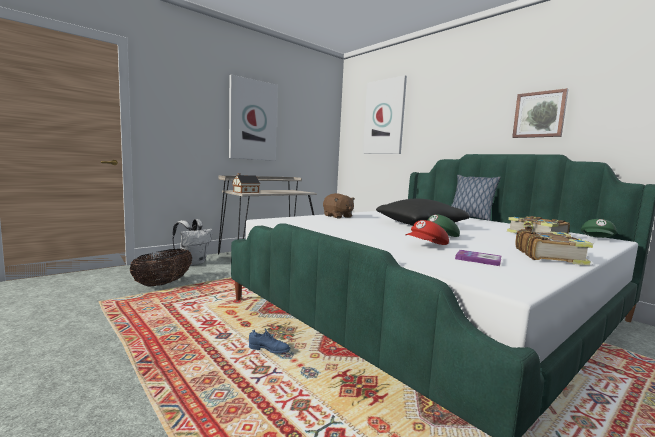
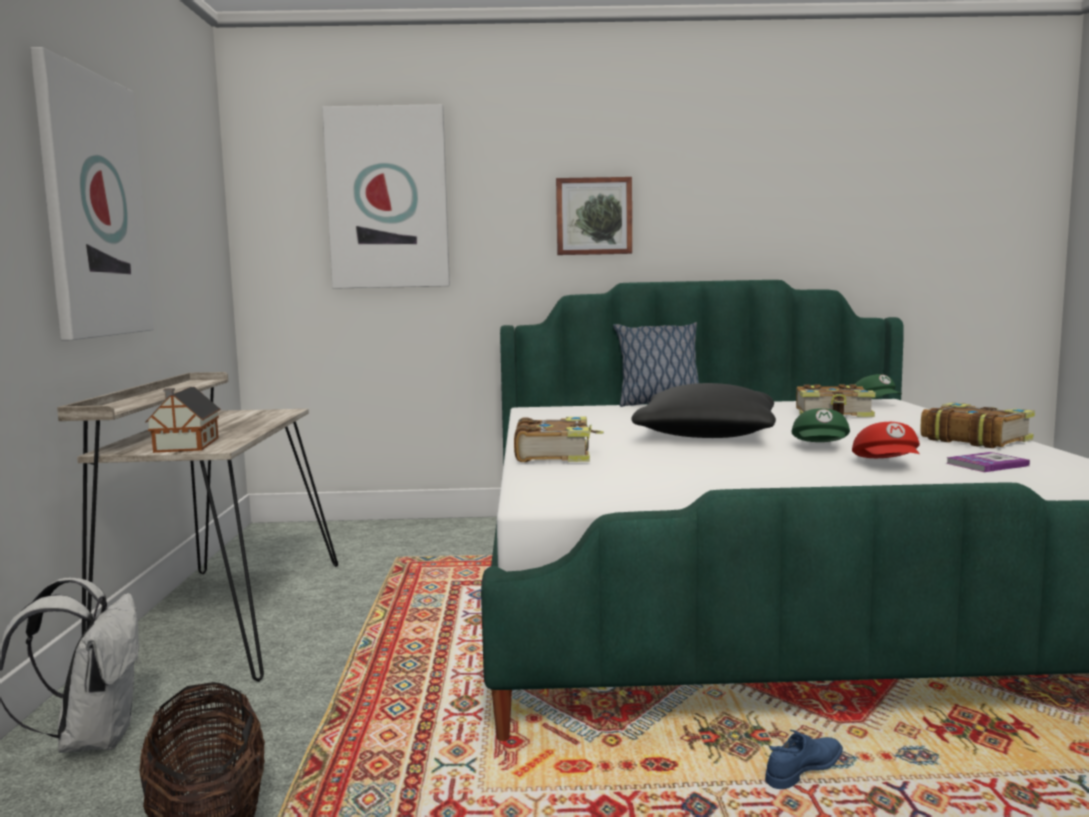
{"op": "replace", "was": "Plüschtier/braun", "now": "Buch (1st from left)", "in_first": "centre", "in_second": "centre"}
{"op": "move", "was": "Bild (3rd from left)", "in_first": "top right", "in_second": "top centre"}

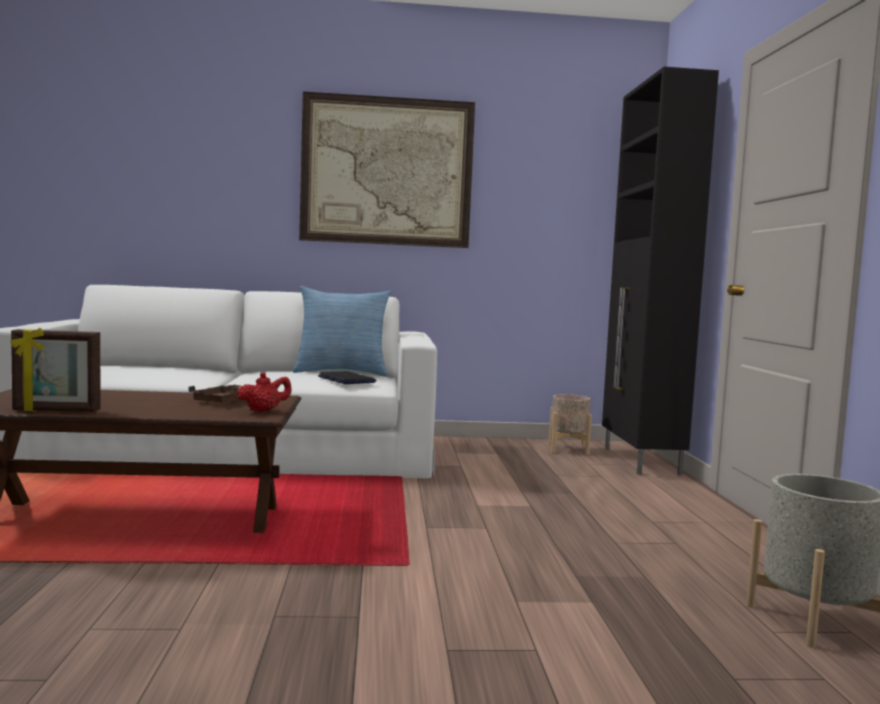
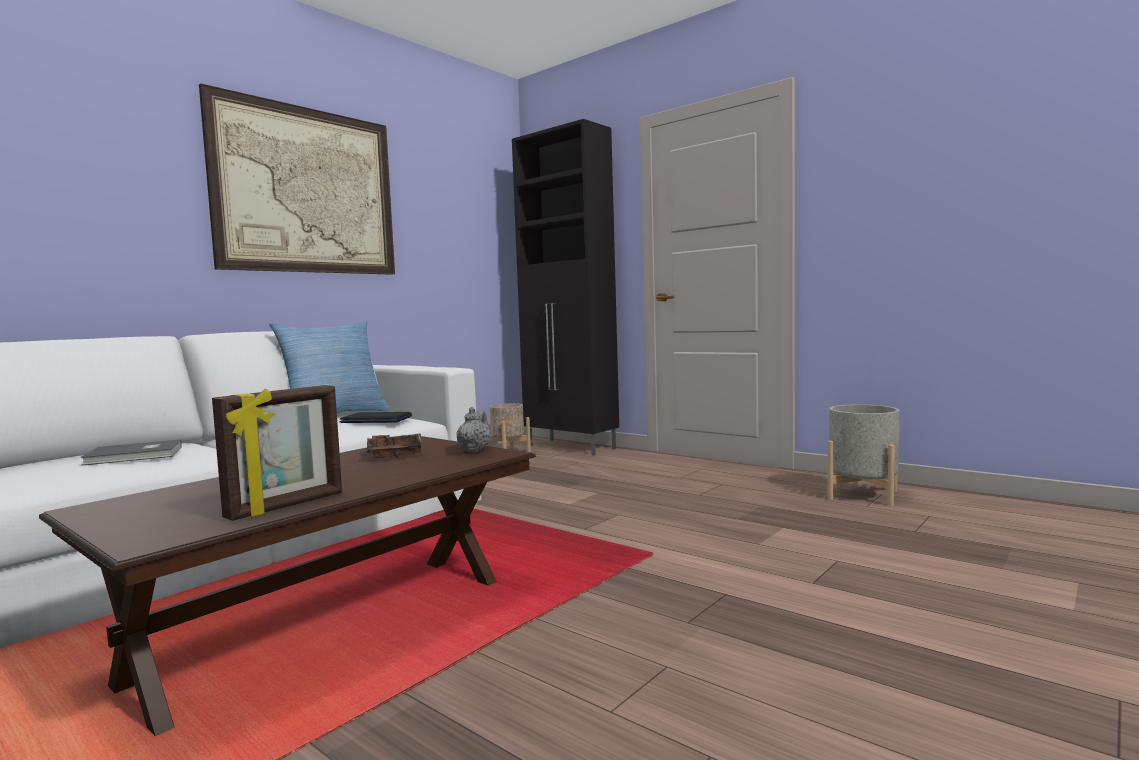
{"op": "recolor", "was": "Teekanne/rot", "now": "Teekanne/grau", "in_first": "middle left", "in_second": "centre"}
{"op": "insert", "now": "Buch/grau", "in_second": "middle left"}

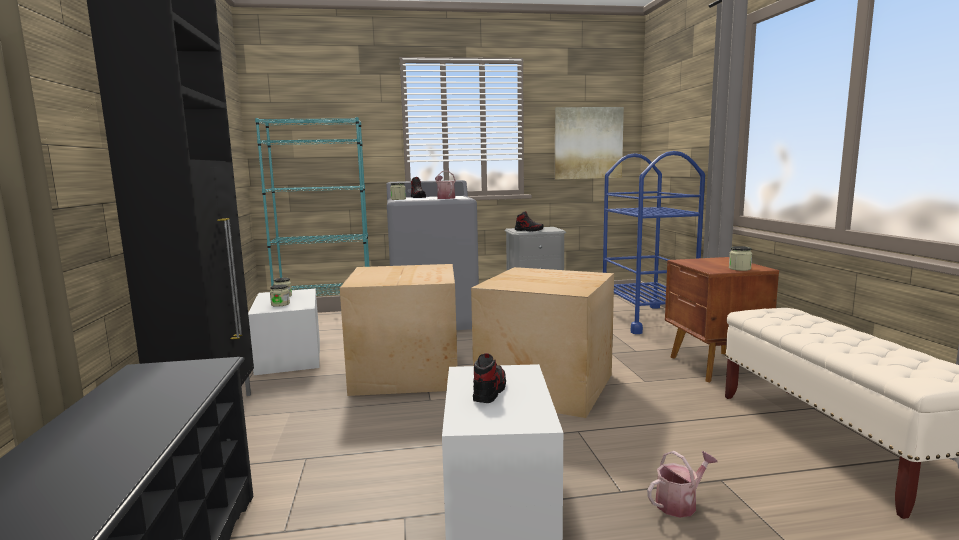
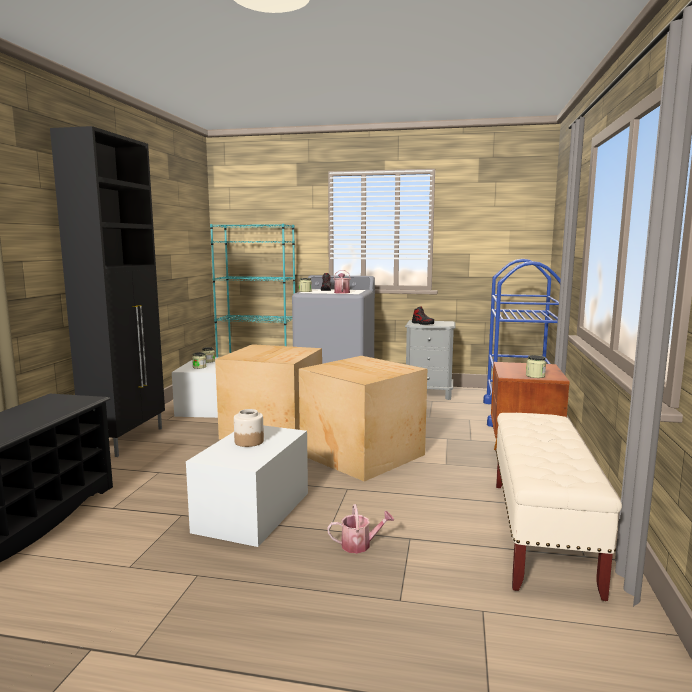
{"op": "replace", "was": "Schuh (2nd from left)", "now": "Vorratsglas (3rd from left)", "in_first": "bottom centre", "in_second": "centre"}
{"op": "delete", "was": "Bild", "in_first": "top centre"}

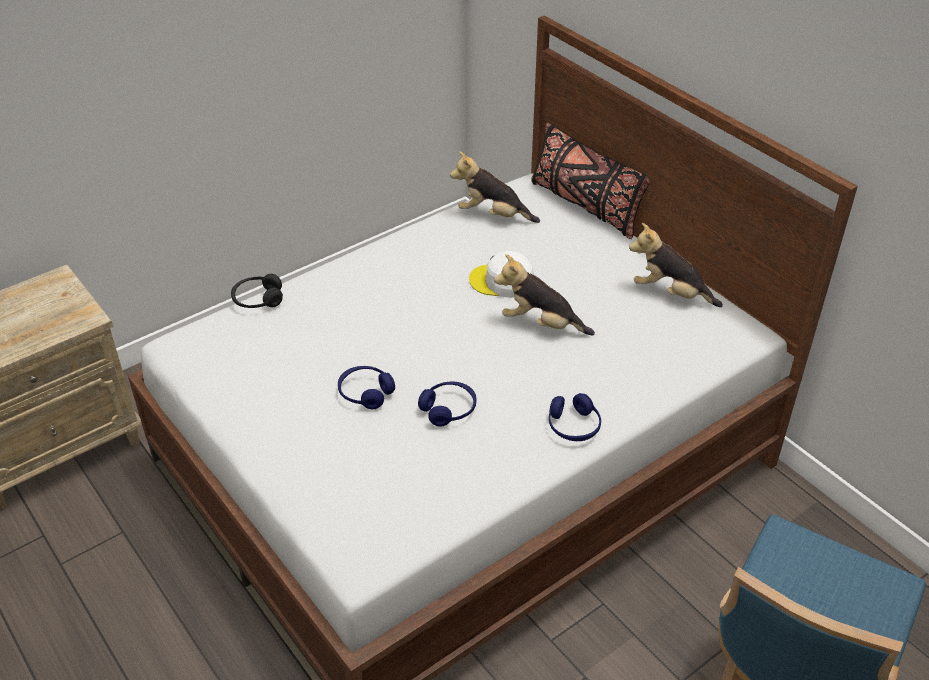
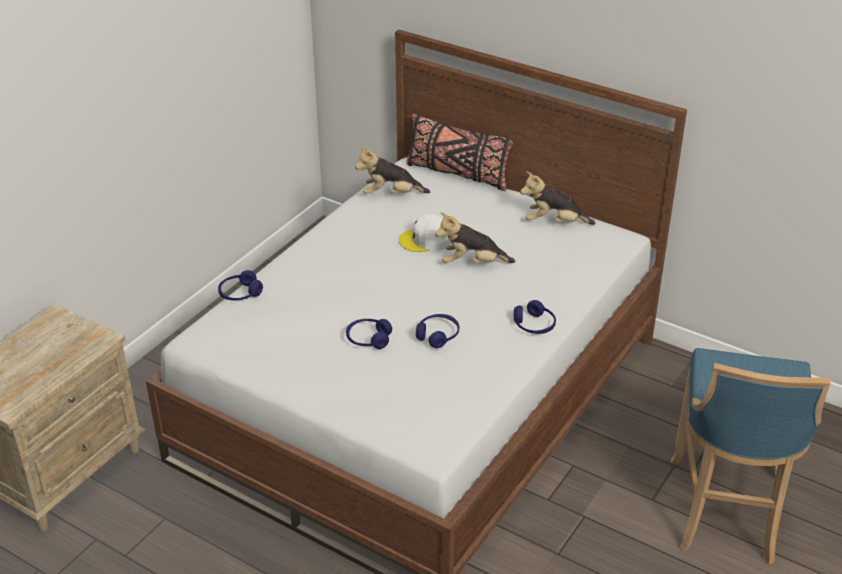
{"op": "recolor", "was": "Kopfhörer/schwarz", "now": "Kopfhörer/blau (1st from left)", "in_first": "middle left", "in_second": "middle left"}

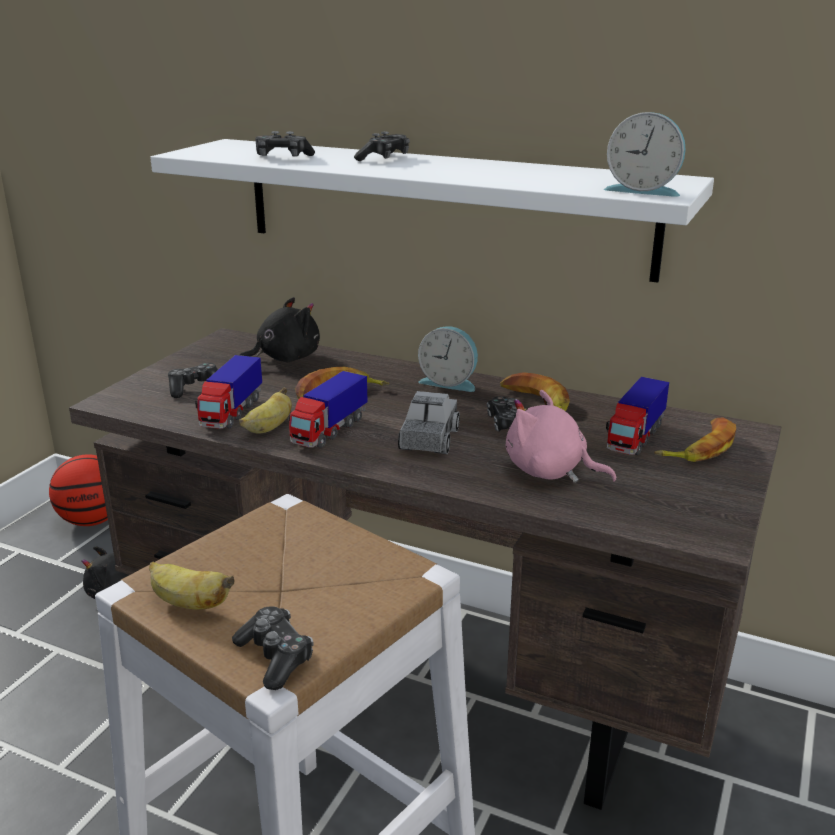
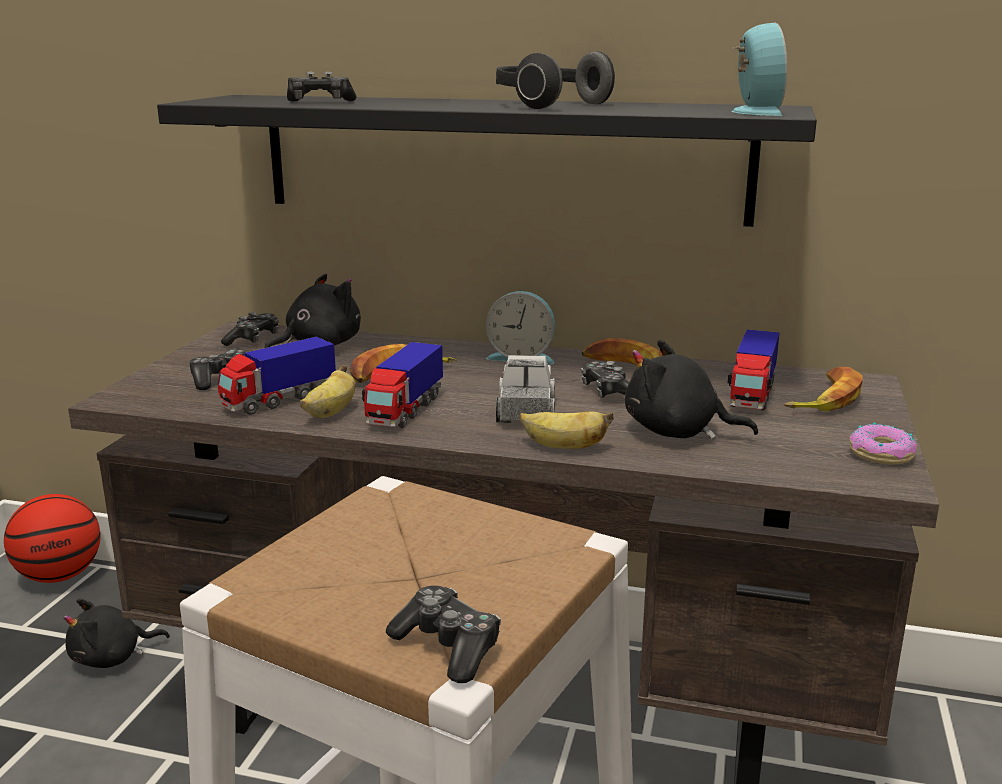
{"op": "move", "was": "Banane (1st from left in the first image)", "now": "Banane (3rd from left)", "in_first": "bottom left", "in_second": "centre"}
{"op": "recolor", "was": "Wandregal/weiß", "now": "Wandregal/schwarz", "in_first": "top centre", "in_second": "top centre"}
{"op": "rotate", "was": "Spielzeuglaster (1st from left)", "in_first": "middle left", "in_second": "middle left", "clockwise": 45}
{"op": "move", "was": "Gamepad (4th from left in the first image)", "now": "Gamepad (2nd from left)", "in_first": "top centre", "in_second": "middle left"}
{"op": "recolor", "was": "Plüschtier/rosa", "now": "Plüschtier/schwarz (3rd from left)", "in_first": "middle right", "in_second": "middle right"}
{"op": "rotate", "was": "Wecker (2nd from left)", "in_first": "top right", "in_second": "top right", "clockwise": -105}
{"op": "insert", "now": "Kopfhörer", "in_second": "top centre"}
{"op": "insert", "now": "Donut", "in_second": "middle right"}

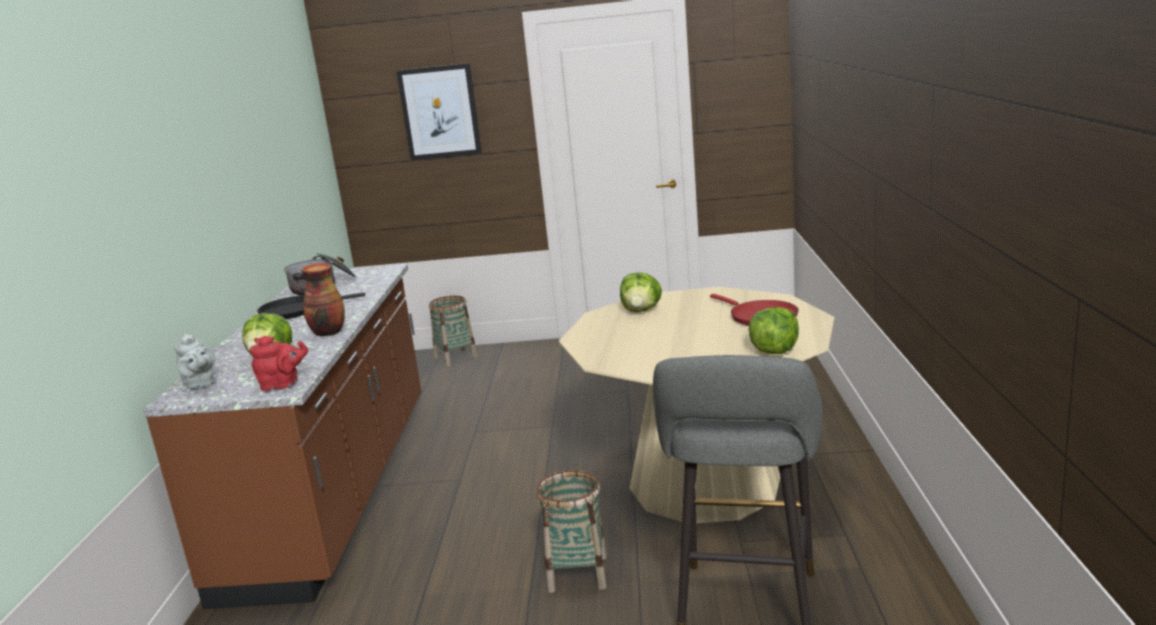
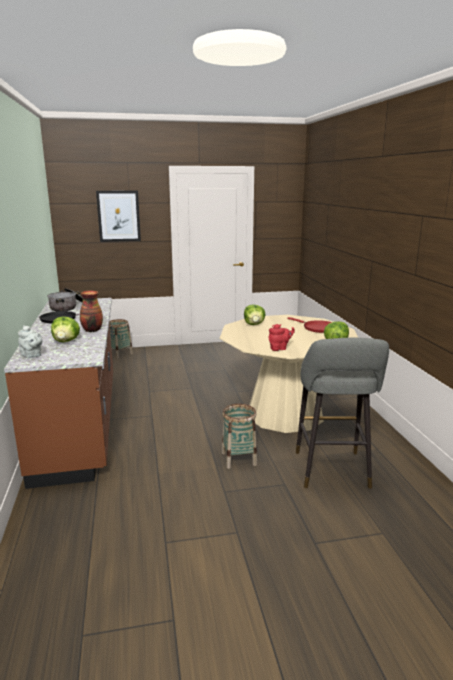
{"op": "move", "was": "Teekanne/rot", "in_first": "middle left", "in_second": "centre"}

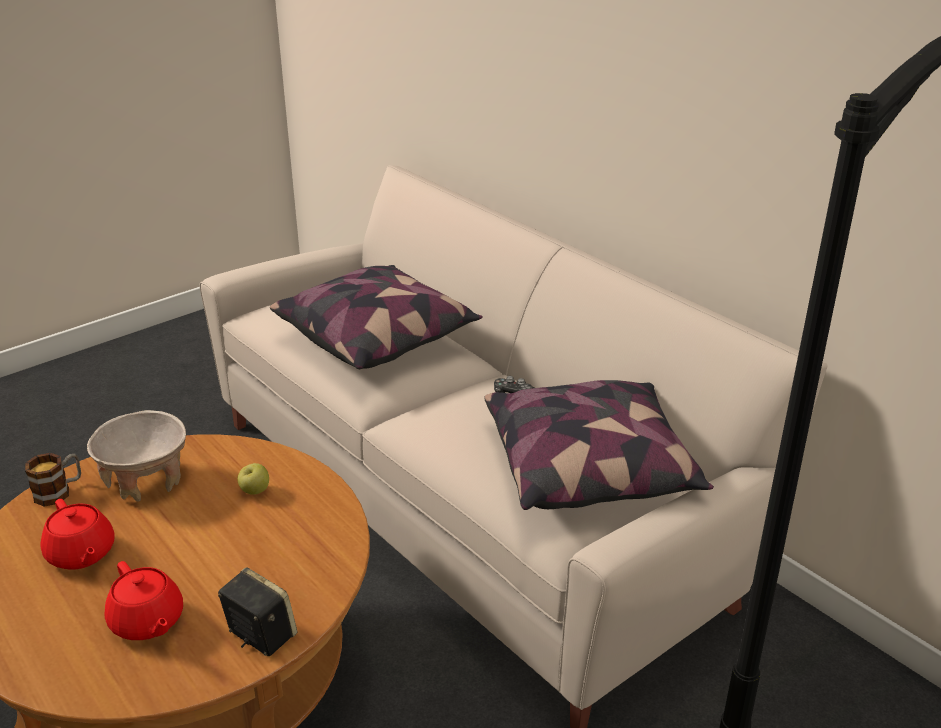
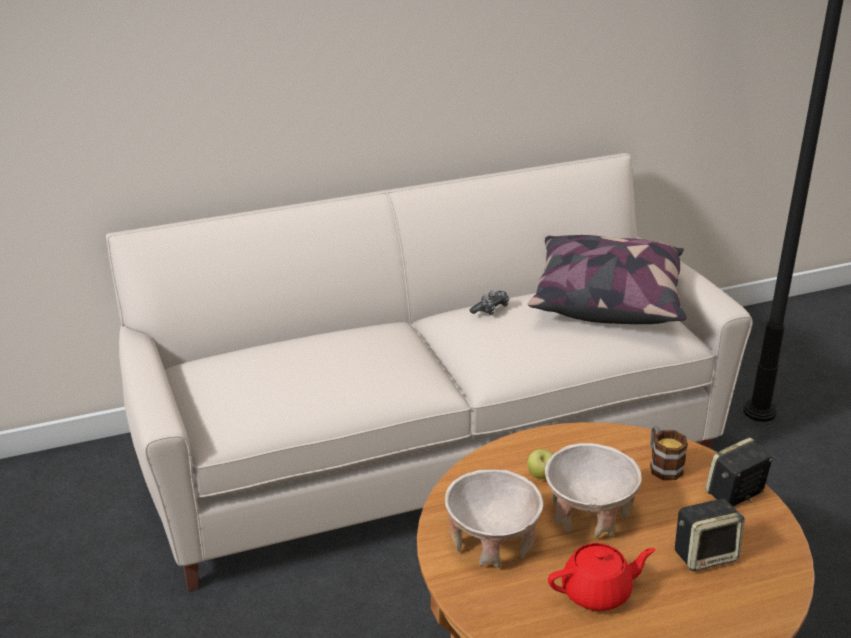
{"op": "move", "was": "Henkelbecher", "in_first": "middle left", "in_second": "bottom right"}
{"op": "replace", "was": "Teekanne/rot (2nd from left)", "now": "Lautsprecher (1st from left)", "in_first": "bottom left", "in_second": "bottom right"}
{"op": "delete", "was": "Kissen (1st from left)", "in_first": "centre"}
{"op": "insert", "now": "Schüssel/beige (2nd from left)", "in_second": "bottom right"}

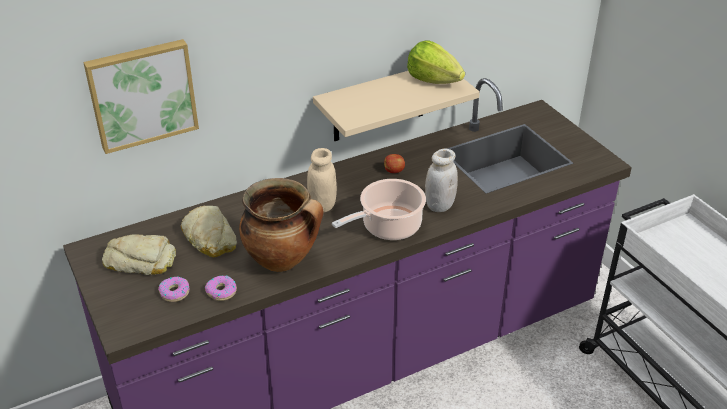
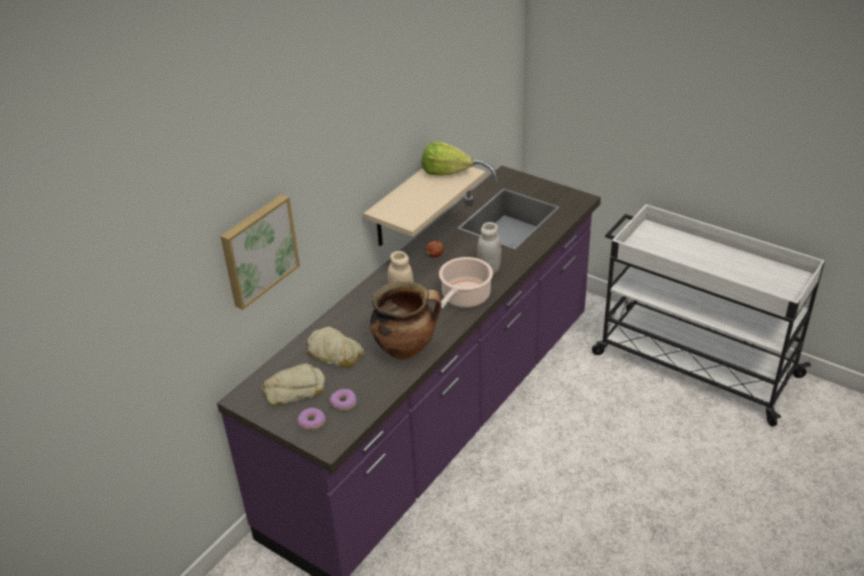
{"op": "move", "was": "Donut (2nd from left in the first image)", "now": "Donut (1st from left)", "in_first": "bottom left", "in_second": "bottom centre"}

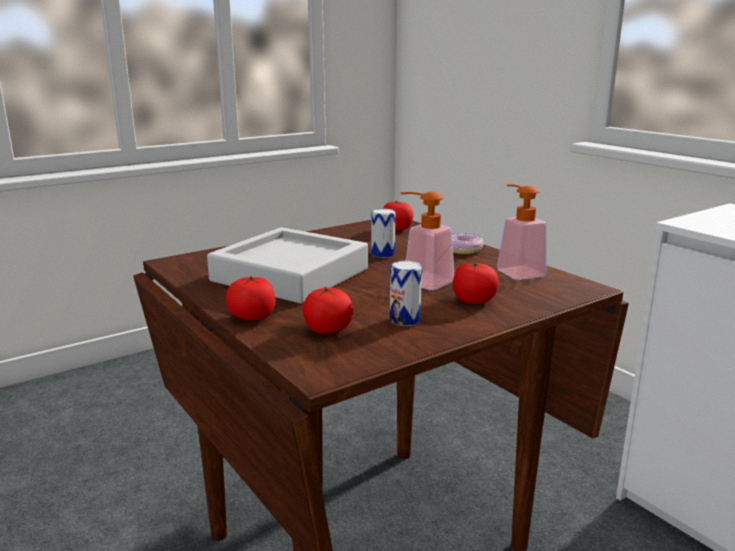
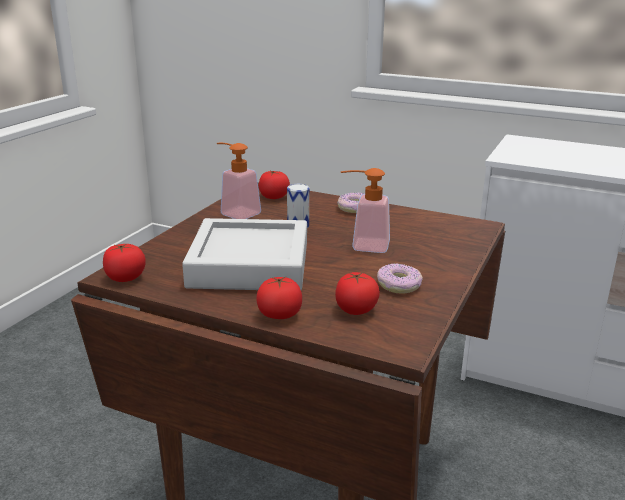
{"op": "replace", "was": "Dose (2nd from left)", "now": "Donut (2nd from left)", "in_first": "centre", "in_second": "centre"}
{"op": "move", "was": "Tomate (4th from left in the first image)", "now": "Tomate (1st from left)", "in_first": "centre", "in_second": "middle left"}
{"op": "move", "was": "Seifenspender (2nd from left in the first image)", "now": "Seifenspender (1st from left)", "in_first": "middle right", "in_second": "centre"}

